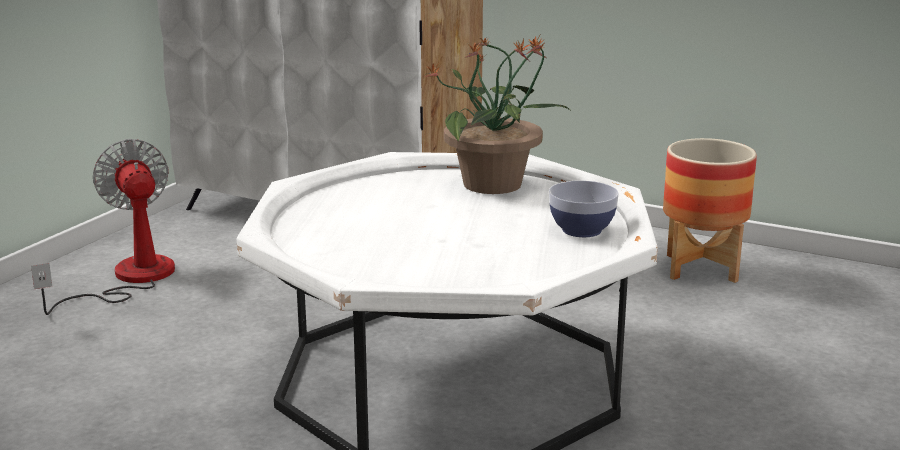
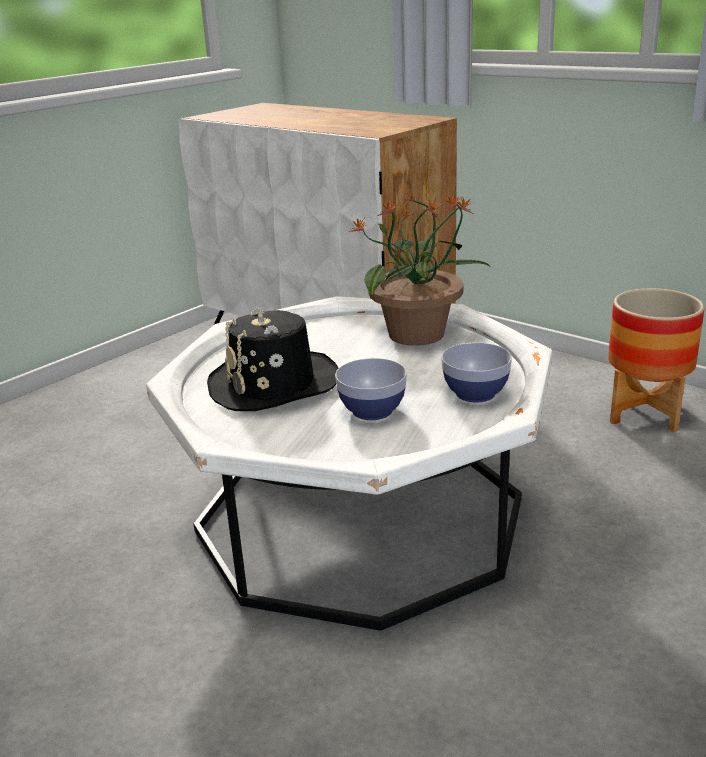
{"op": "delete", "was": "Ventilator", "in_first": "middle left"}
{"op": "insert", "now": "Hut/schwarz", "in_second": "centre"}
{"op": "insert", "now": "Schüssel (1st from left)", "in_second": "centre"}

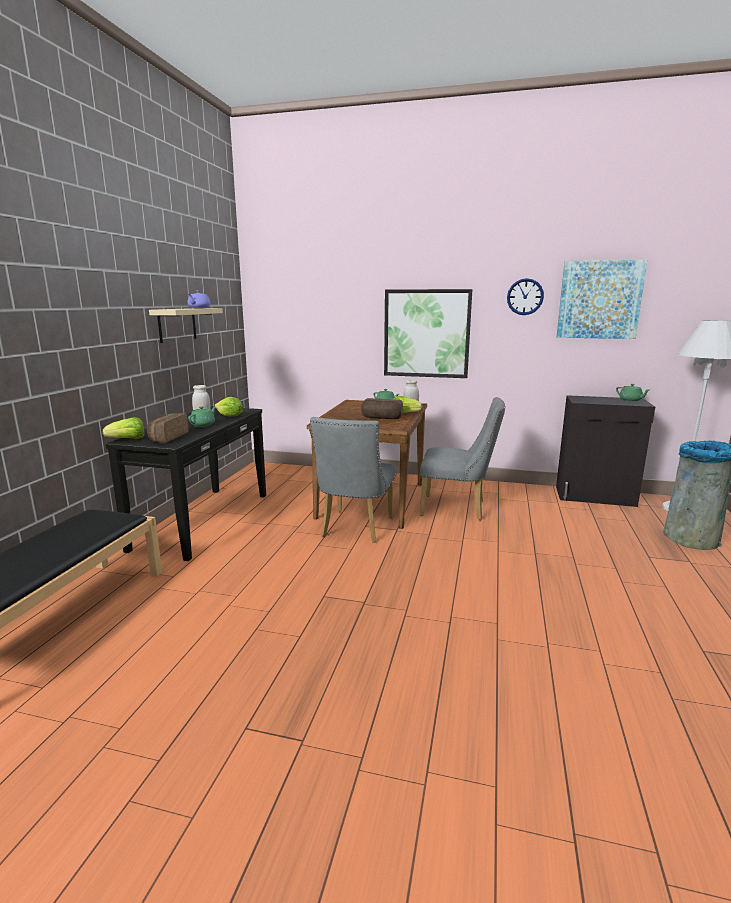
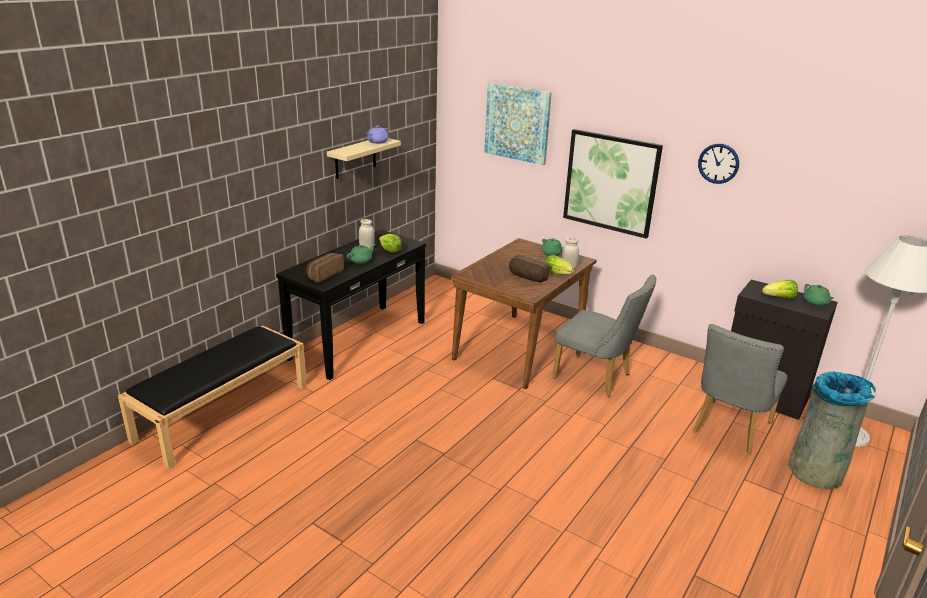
{"op": "move", "was": "Salatkopf (1st from left in the first image)", "now": "Salatkopf (3rd from left)", "in_first": "middle left", "in_second": "middle right"}
{"op": "move", "was": "Stuhl/grau (1st from left in the first image)", "now": "Stuhl/grau (2nd from left)", "in_first": "centre", "in_second": "middle right"}
{"op": "move", "was": "Bild (2nd from left in the first image)", "now": "Bild (1st from left)", "in_first": "top right", "in_second": "top centre"}

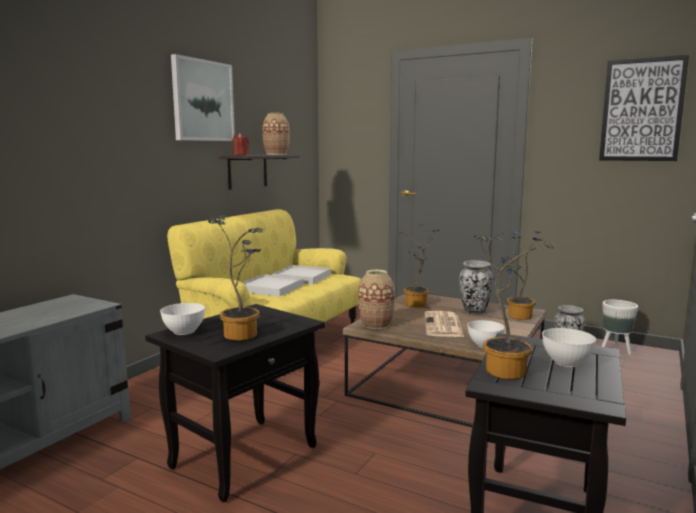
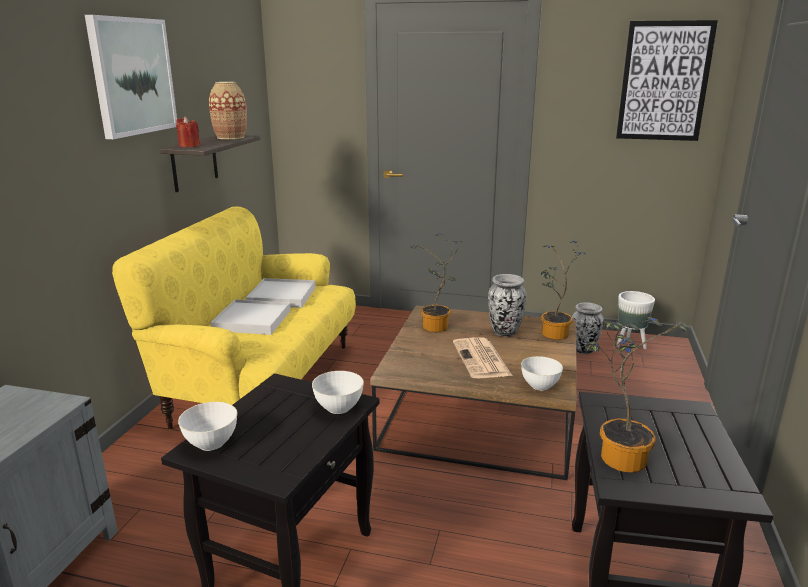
{"op": "delete", "was": "Topfpflanze (1st from left)", "in_first": "centre"}
{"op": "delete", "was": "Vase (2nd from left)", "in_first": "centre"}
{"op": "move", "was": "Schüssel/weiß (3rd from left in the first image)", "now": "Schüssel/weiß (2nd from left)", "in_first": "bottom right", "in_second": "bottom centre"}

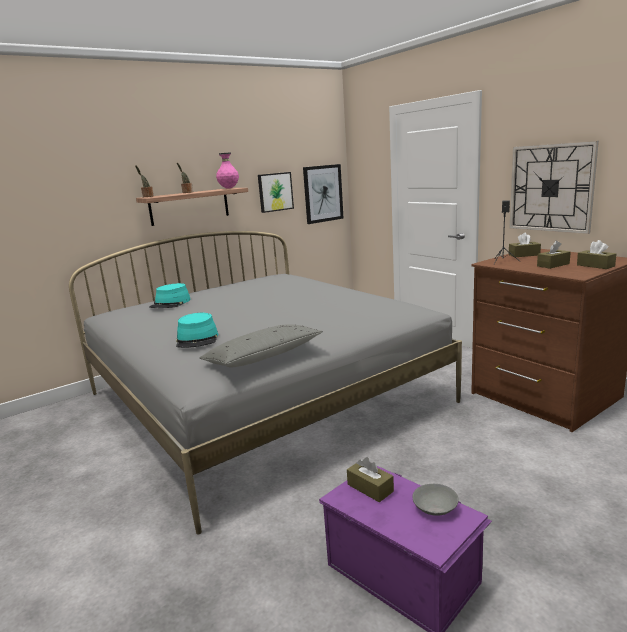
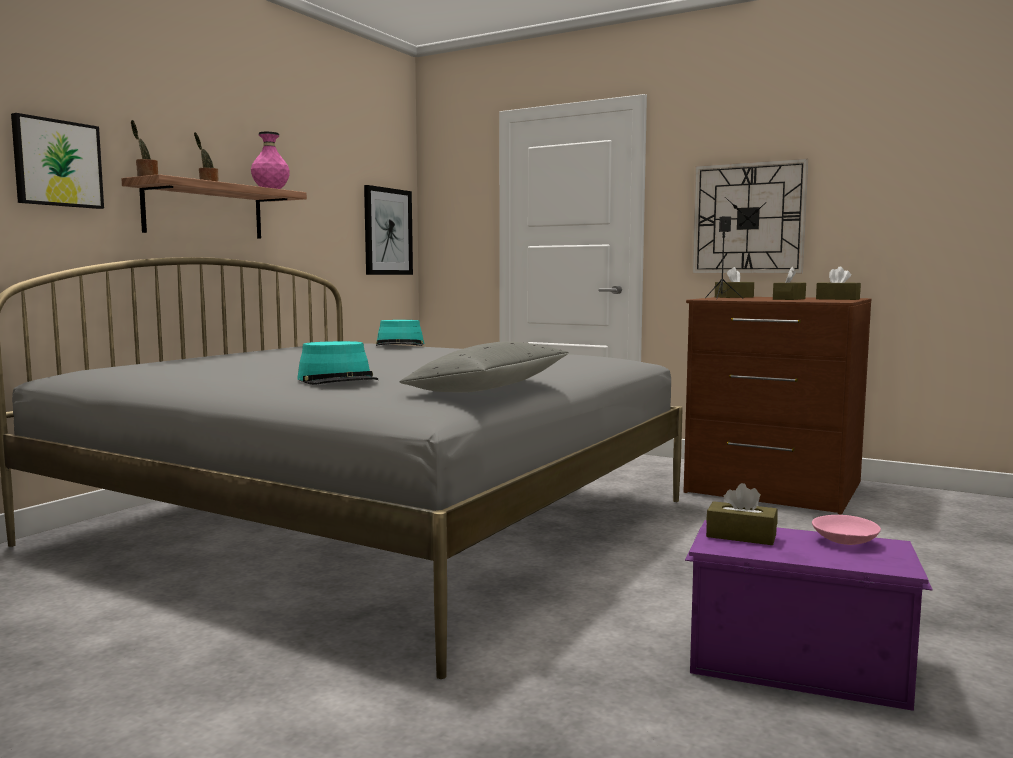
{"op": "move", "was": "Hut/türkis (1st from left in the first image)", "now": "Hut/türkis (2nd from left)", "in_first": "middle left", "in_second": "centre"}
{"op": "move", "was": "Bild (1st from left)", "in_first": "top centre", "in_second": "top left"}
{"op": "recolor", "was": "Schüssel/grau", "now": "Schüssel/rosa", "in_first": "bottom right", "in_second": "bottom right"}

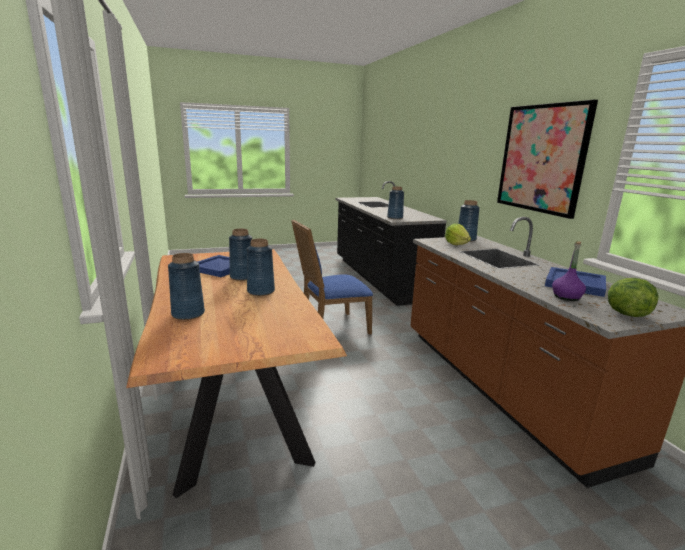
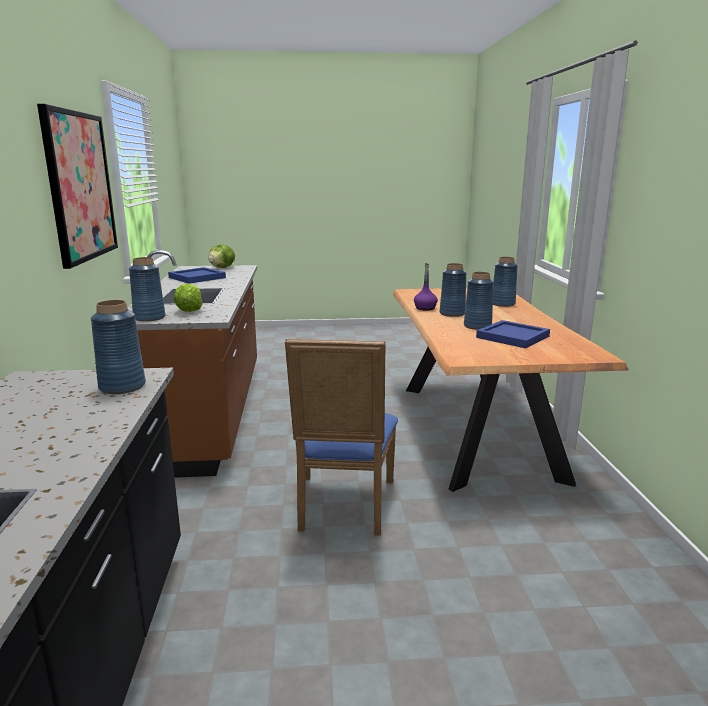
{"op": "rotate", "was": "Stuhl/blau", "in_first": "centre", "in_second": "centre", "clockwise": 105}
{"op": "move", "was": "Flasche/lila", "in_first": "middle right", "in_second": "centre"}

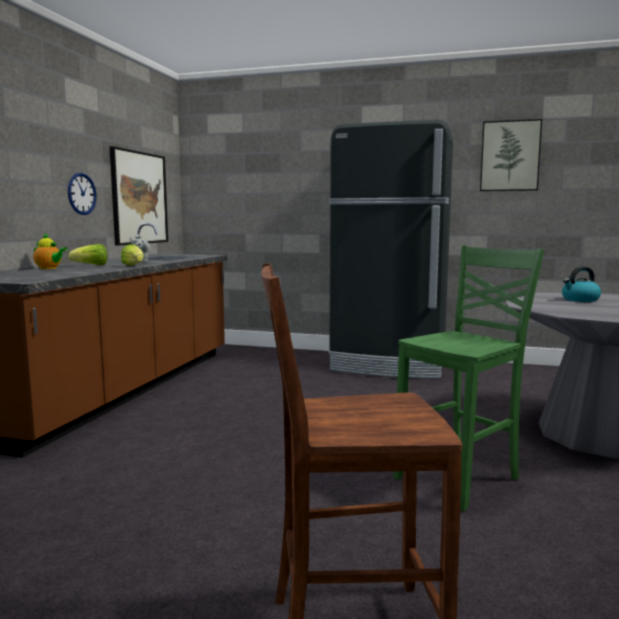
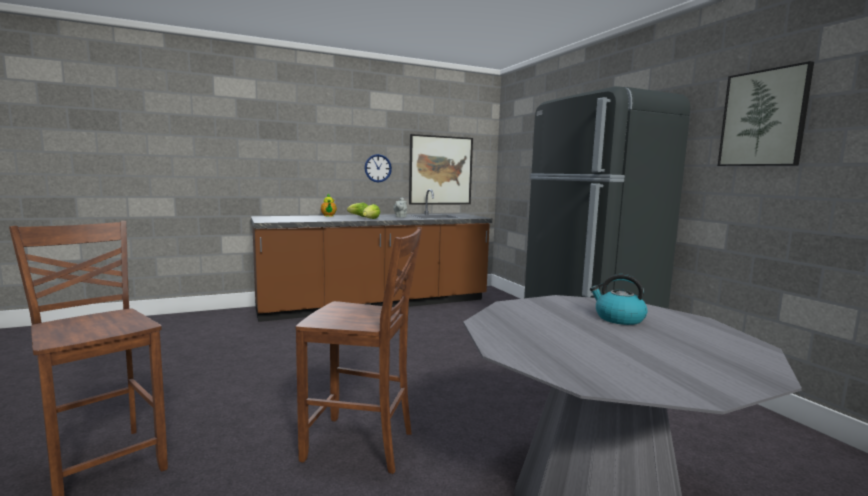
{"op": "recolor", "was": "Stuhl/grün", "now": "Stuhl/braun (2nd from left)", "in_first": "middle right", "in_second": "bottom centre"}

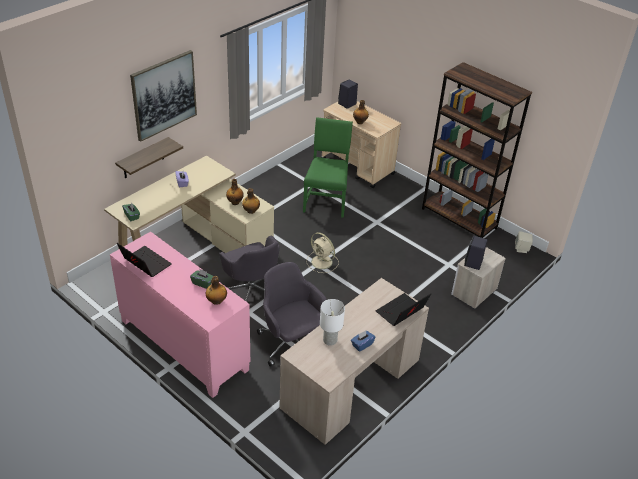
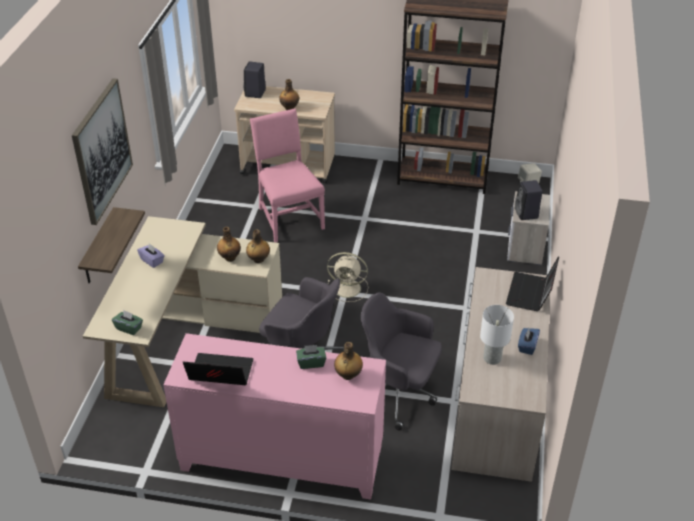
{"op": "recolor", "was": "Stuhl/grün", "now": "Stuhl/rosa", "in_first": "centre", "in_second": "centre"}

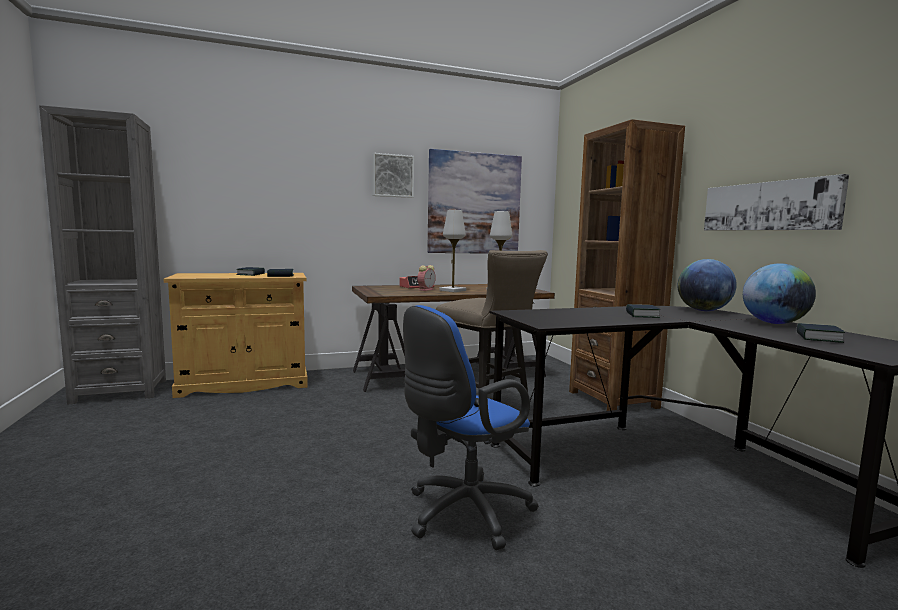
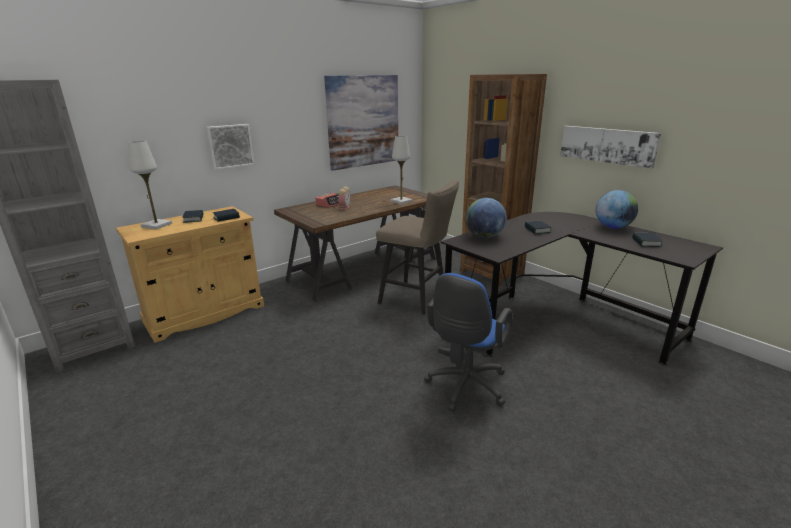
{"op": "move", "was": "Bild (1st from left)", "in_first": "top centre", "in_second": "top left"}
{"op": "move", "was": "Tischlampe/weiß (1st from left)", "in_first": "centre", "in_second": "middle left"}
{"op": "move", "was": "Globus (1st from left)", "in_first": "middle right", "in_second": "centre"}

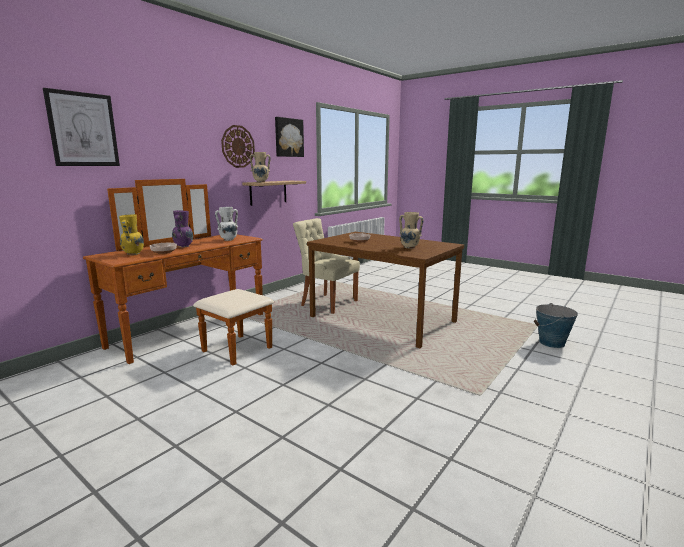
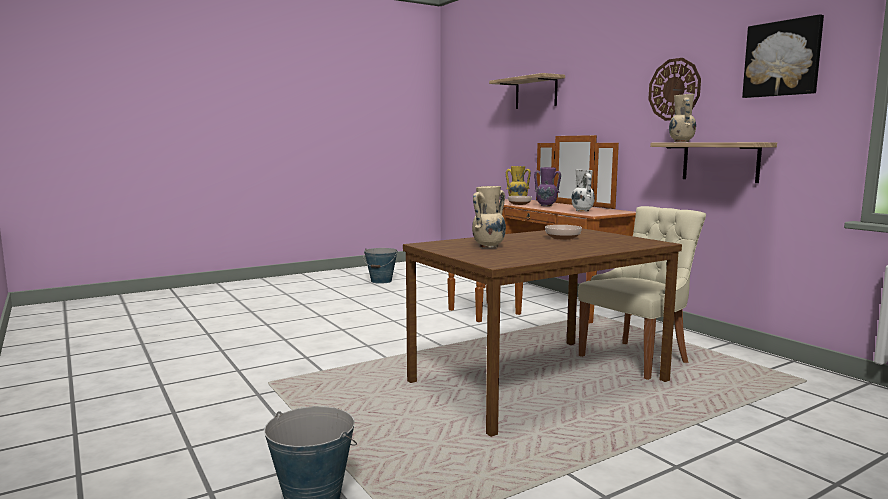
{"op": "replace", "was": "Bild (1st from left)", "now": "Wandregal (1st from left)", "in_first": "top left", "in_second": "top centre"}
{"op": "insert", "now": "Eimer (2nd from left)", "in_second": "centre"}

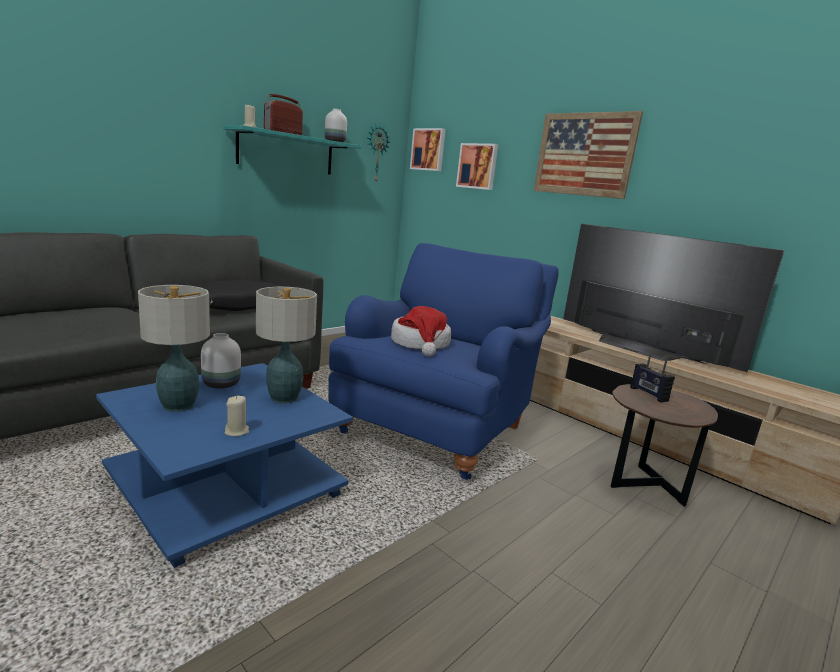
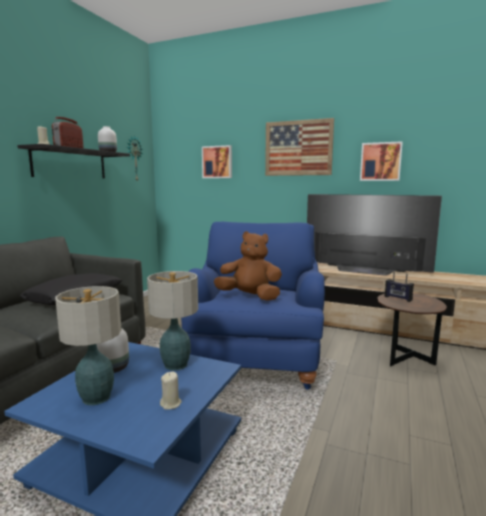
{"op": "recolor", "was": "Wandregal/türkis", "now": "Wandregal/schwarz", "in_first": "top centre", "in_second": "top left"}
{"op": "replace", "was": "Hut", "now": "Plüschtier/braun", "in_first": "centre", "in_second": "centre"}
{"op": "move", "was": "Bild (1st from left in the first image)", "now": "Bild (3rd from left)", "in_first": "top centre", "in_second": "top right"}

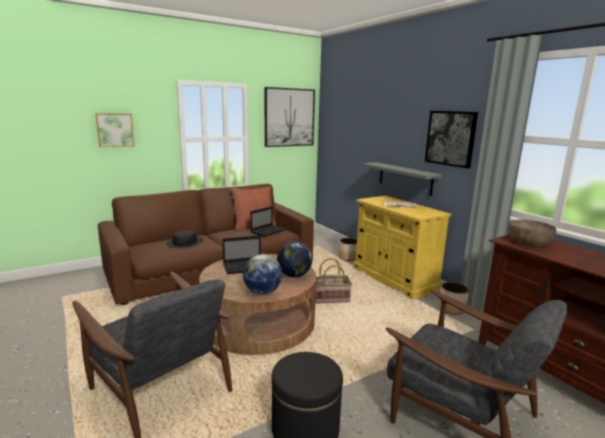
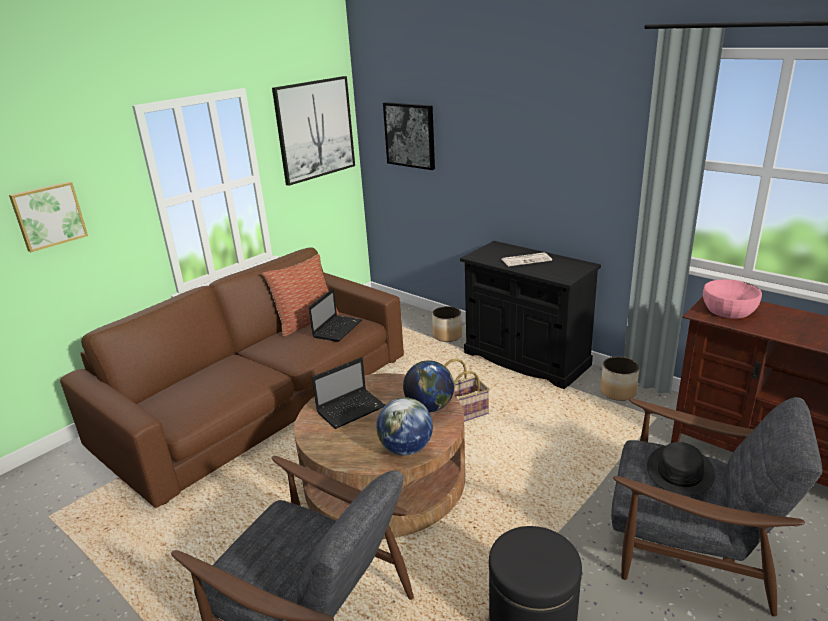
{"op": "move", "was": "Hut/schwarz", "in_first": "middle left", "in_second": "bottom right"}
{"op": "recolor", "was": "Schrank/gelb", "now": "Schrank/schwarz", "in_first": "centre", "in_second": "centre"}
{"op": "delete", "was": "Wandregal/grau", "in_first": "centre"}
{"op": "move", "was": "Bild (3rd from left)", "in_first": "top right", "in_second": "top centre"}
{"op": "recolor", "was": "Schüssel/braun", "now": "Schüssel/rosa", "in_first": "middle right", "in_second": "middle right"}

